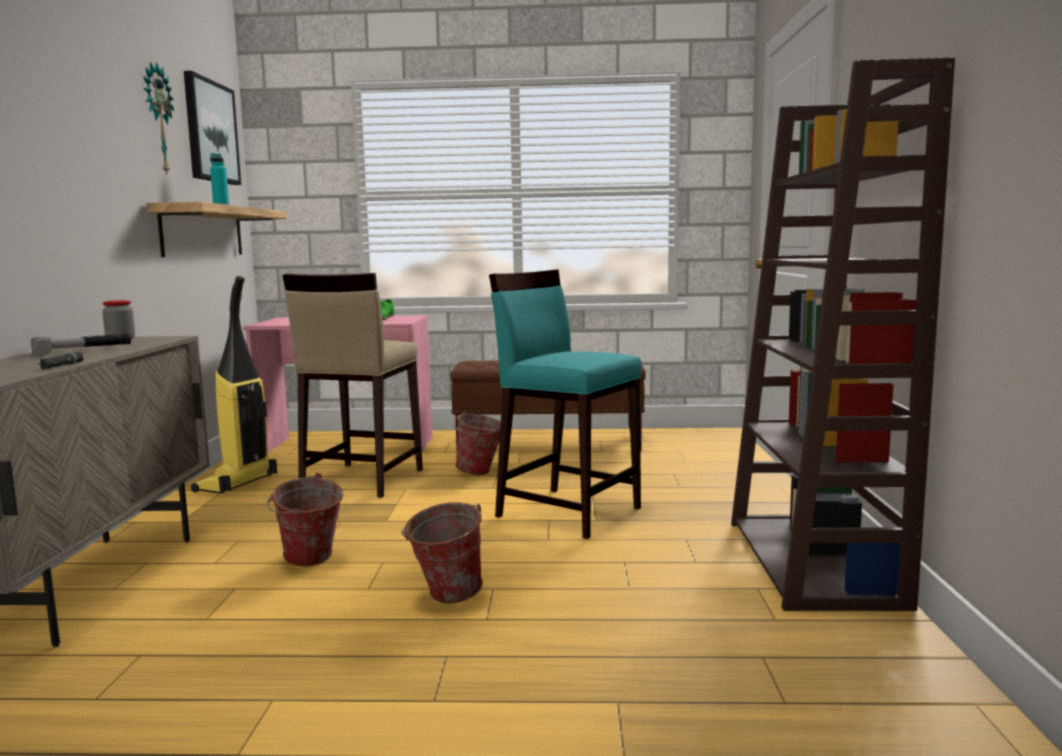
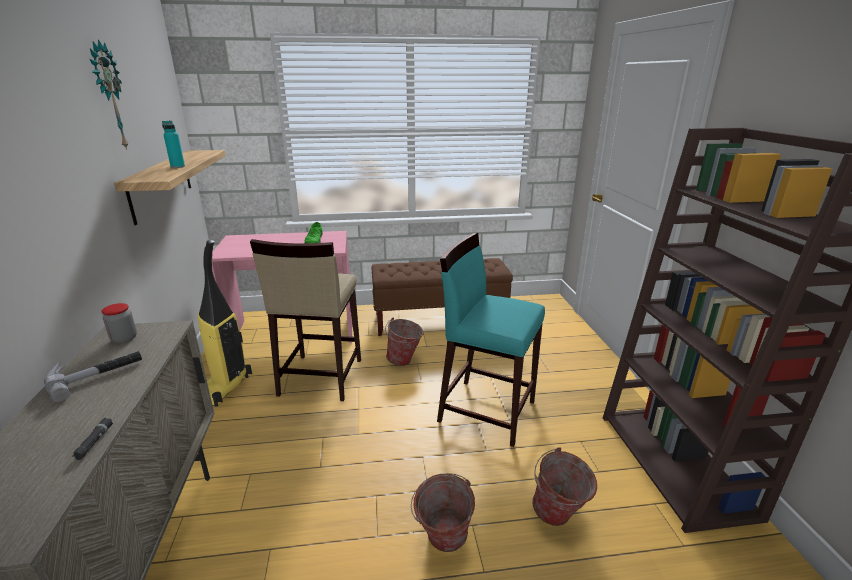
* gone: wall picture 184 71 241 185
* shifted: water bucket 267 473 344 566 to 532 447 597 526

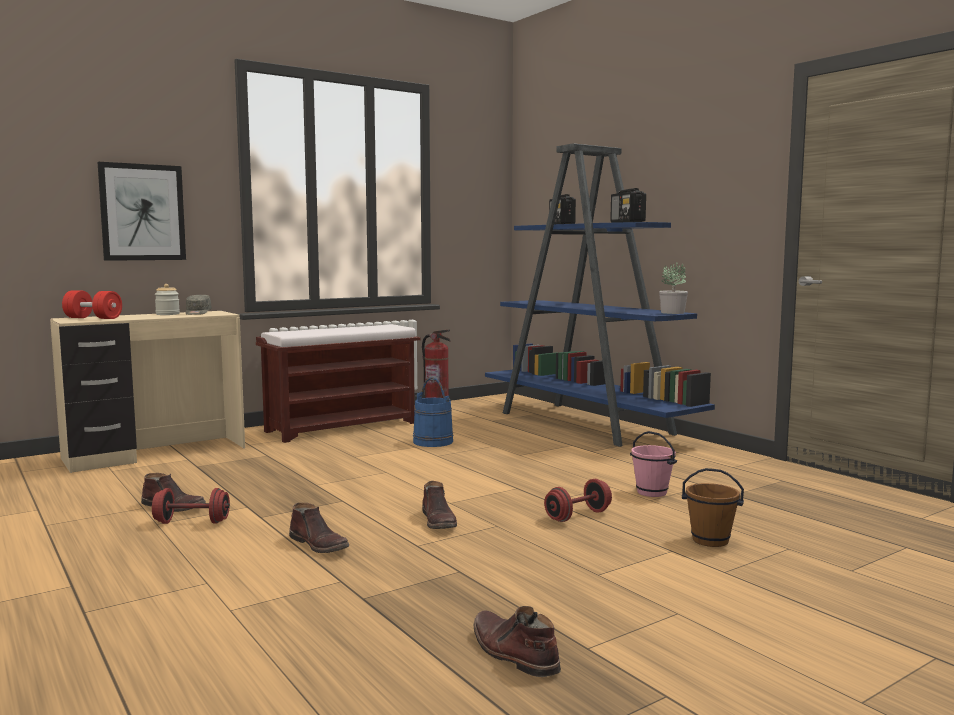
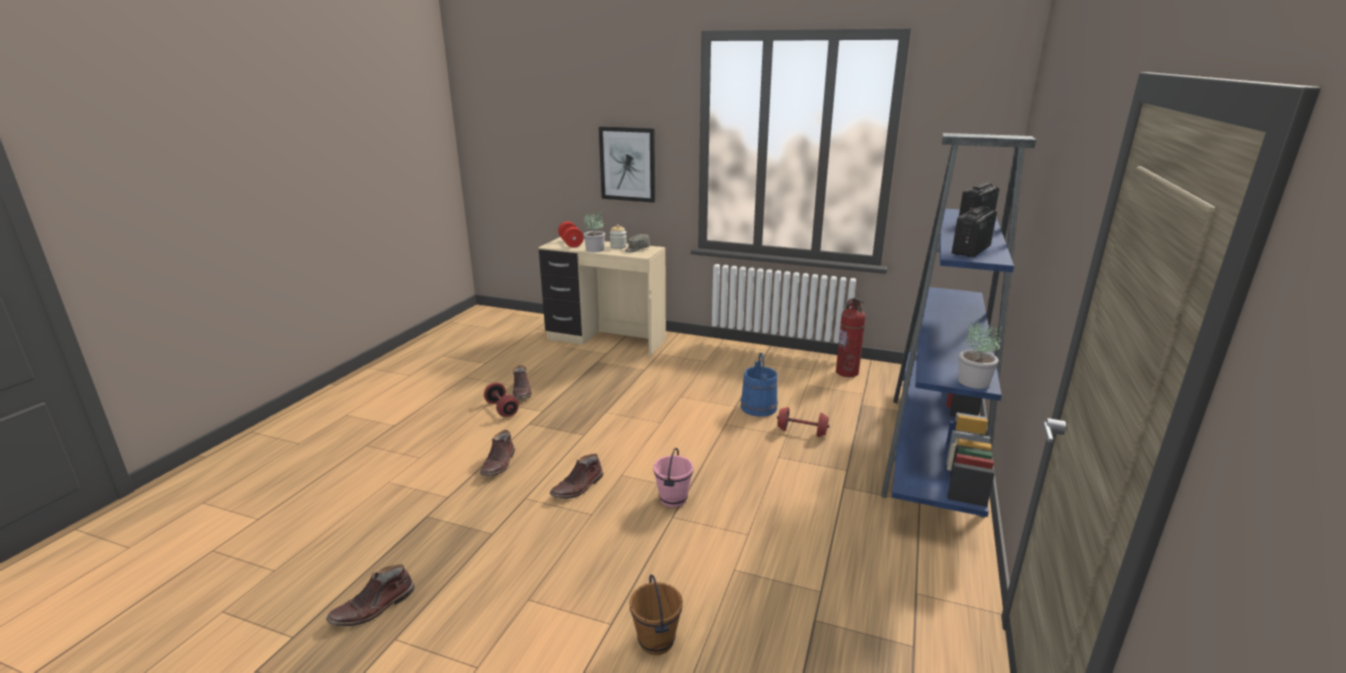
* gone: indoor bench in brown 256 324 421 443
* new: plant in a pot 583 210 605 252
* shifted: hand weight in reddish 544 479 612 522 to 777 407 829 437
* shifted: water bucket in pink 630 431 677 497 to 653 448 693 508
* rotated: high-top boot in brown 474 606 561 677 = 326 564 415 626 150 degrees counterclockwise

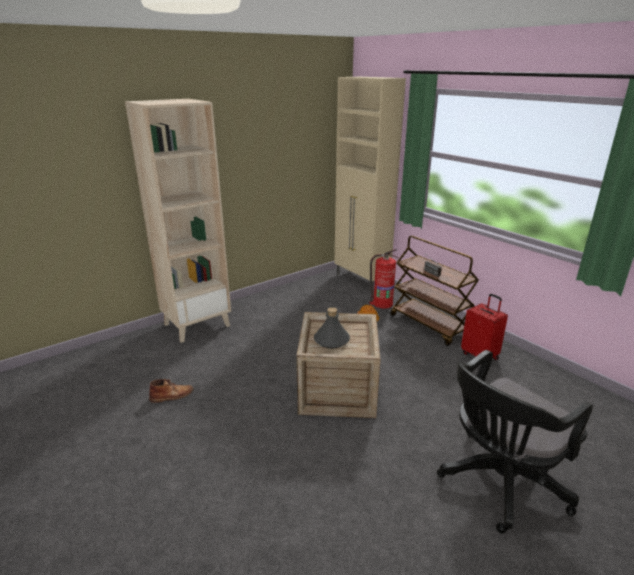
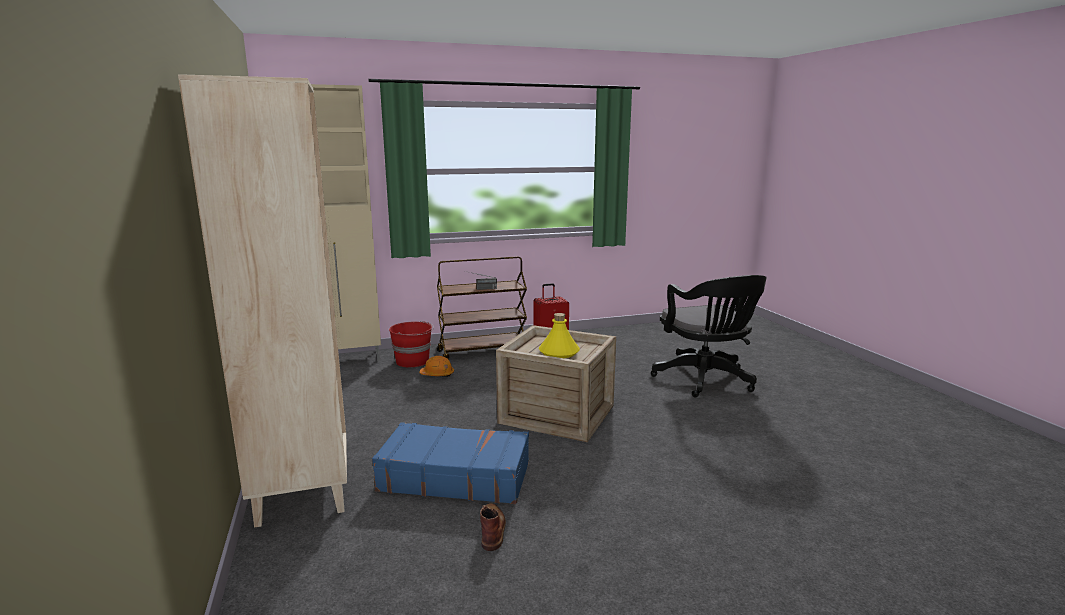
* new: travel case in bluish 372 422 529 504
* swapped: fire-fighting cylinder 369 249 398 308 to water bucket in reddish 389 321 434 367
* repainted: beverage bottle in greyish 314 307 350 348 to beverage bottle in yellowish 539 313 580 358

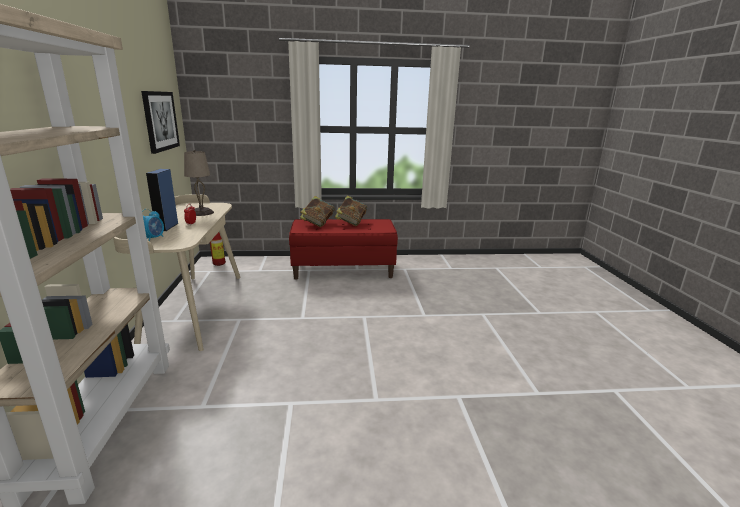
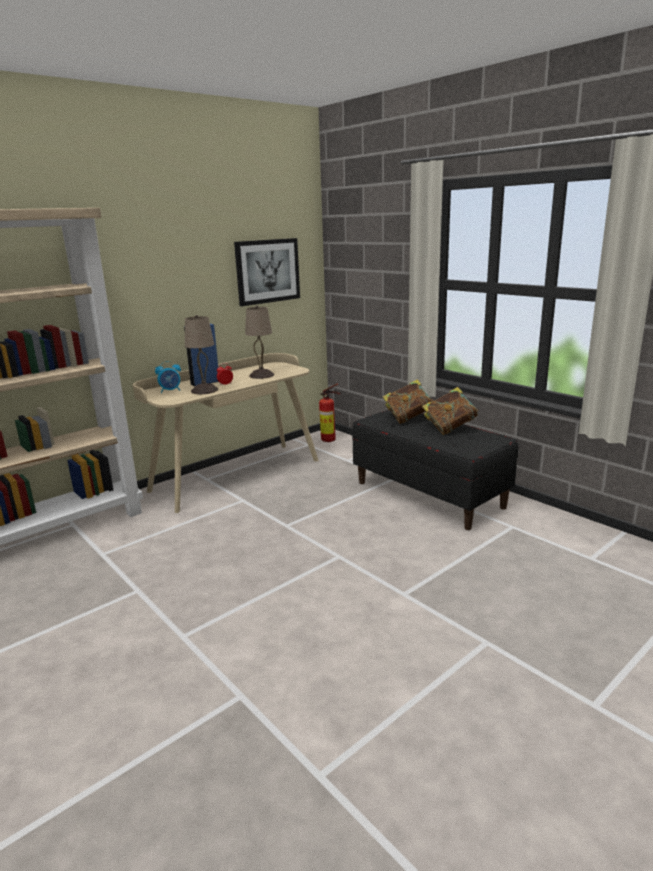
* new: table lamp in beige 185 315 218 394
* repainted: indoor bench in reddish 289 219 398 279 to indoor bench in blackish 352 410 518 530

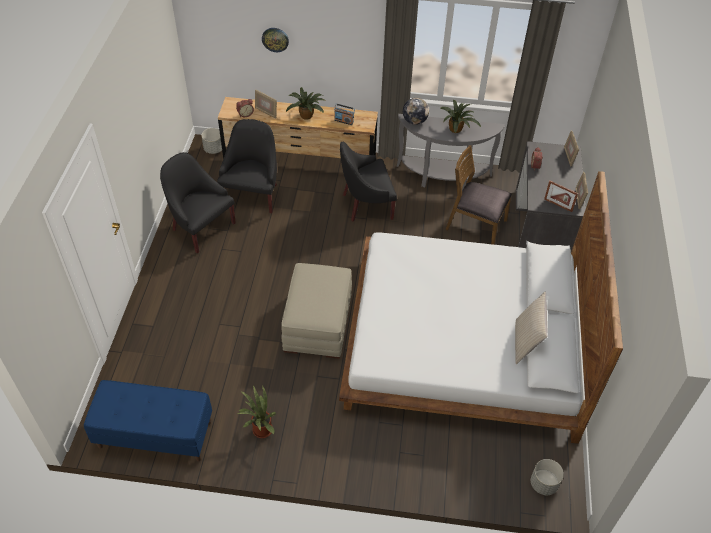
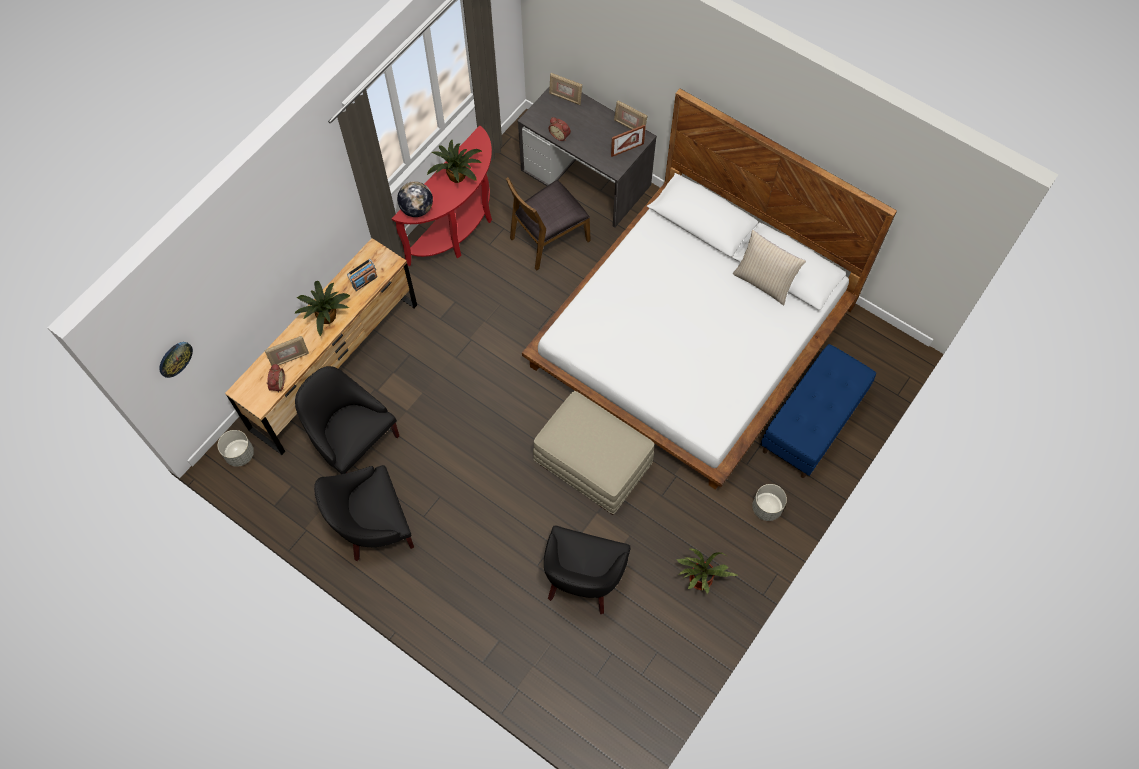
* shifted: indoor bench in bluish 84 380 212 461 to 760 344 876 478
* shifted: hanging clock 262 28 289 52 to 159 342 193 378
* shifted: armchair in blackish 340 142 397 221 to 544 526 631 614
* shifted: planter in greyish 531 459 564 495 to 752 484 787 521
* repainted: narrow table in greyish 397 114 505 190 to narrow table in reddish 392 126 492 266

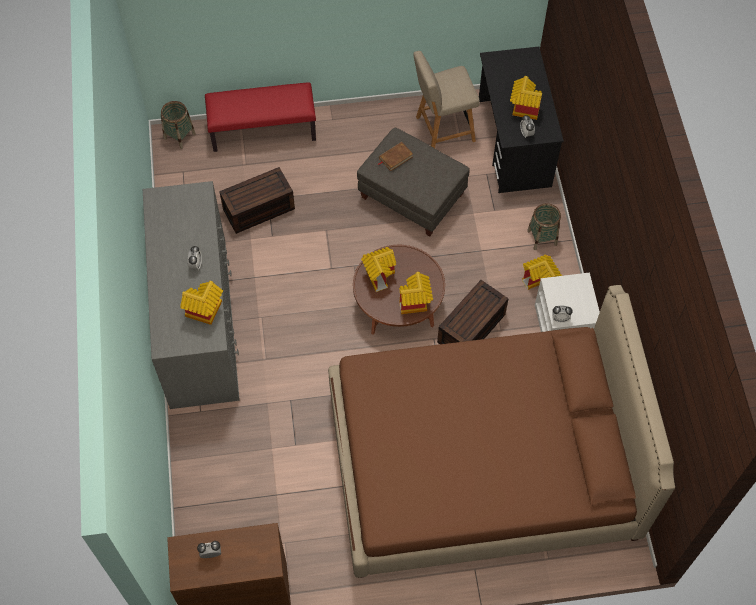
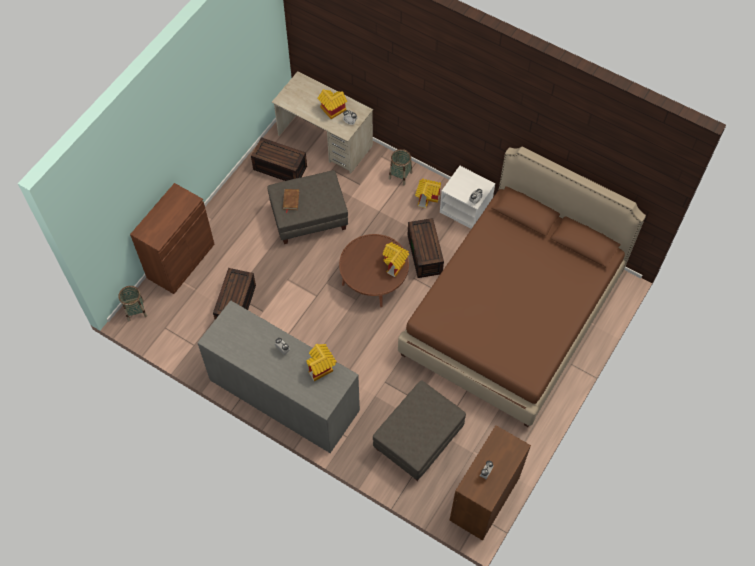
* gone: model house 361 247 396 292
* new: footrest in greyish 373 380 466 481
* swapped: indoor bench in reddish 205 83 316 152 to cabinet in brown 130 183 215 294
* swapped: plain chair in beige 413 51 480 148 to storage box in brown 251 137 307 181
* repainted: desk unit in blackish 479 47 564 193 to desk unit in beige 272 71 373 174

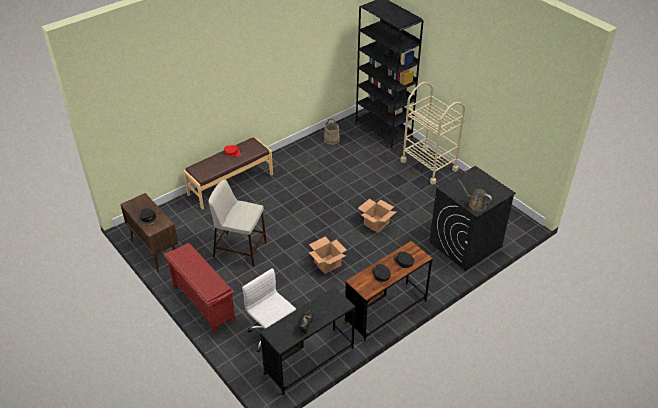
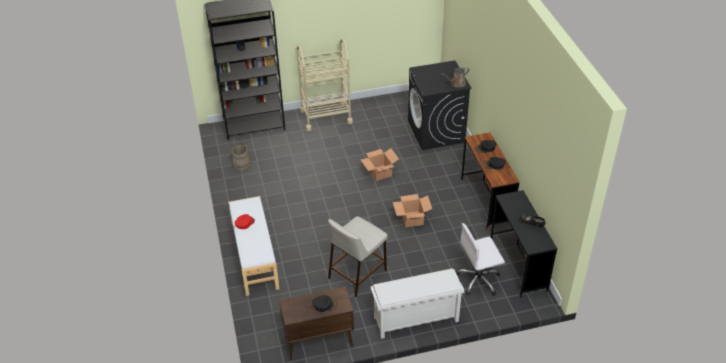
* repainted: shoe rack in reddish 164 243 236 334 to shoe rack in whitish 370 268 464 339
* repainted: indoor bench in brown 183 137 273 210 to indoor bench in whitish 228 196 279 296

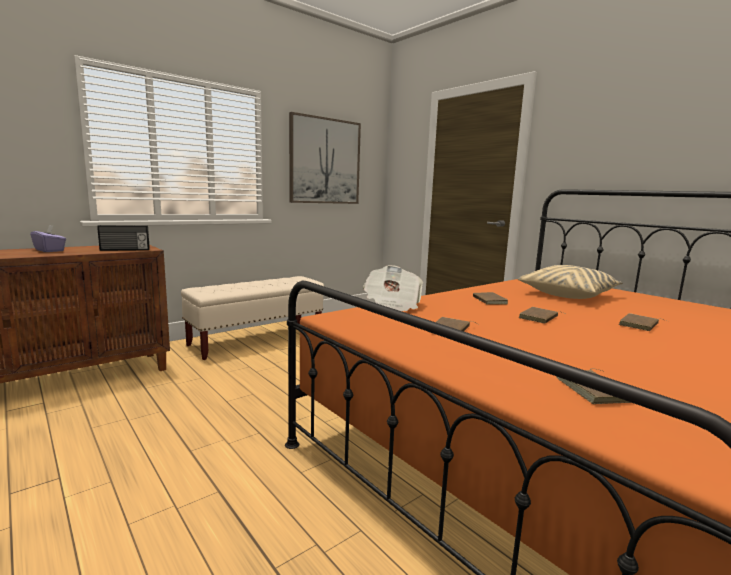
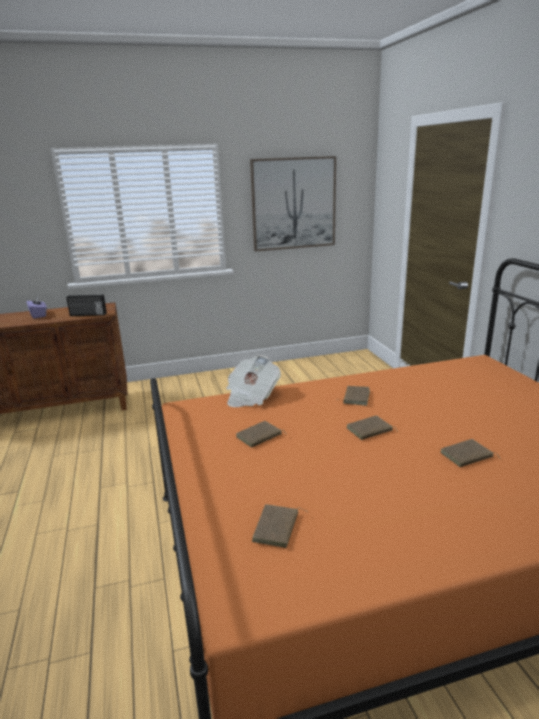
* gone: indoor bench in beige 181 276 324 360
* gone: throw pillow in beige 518 265 623 299

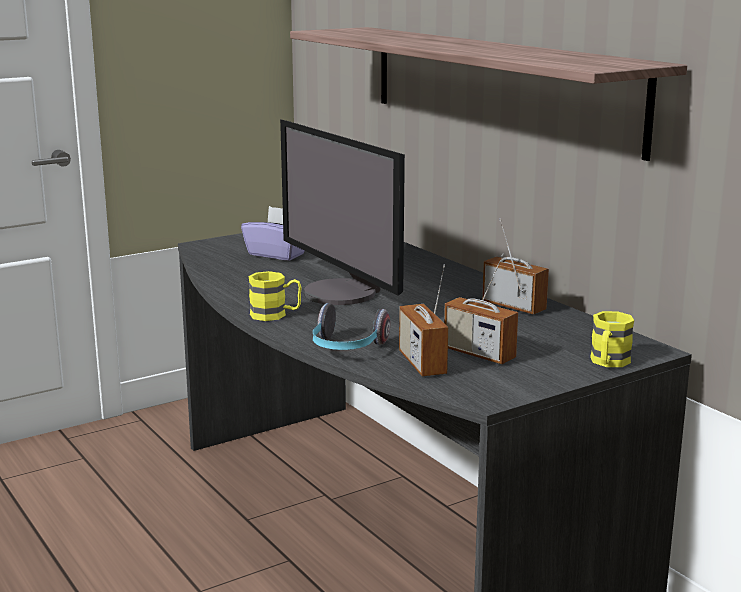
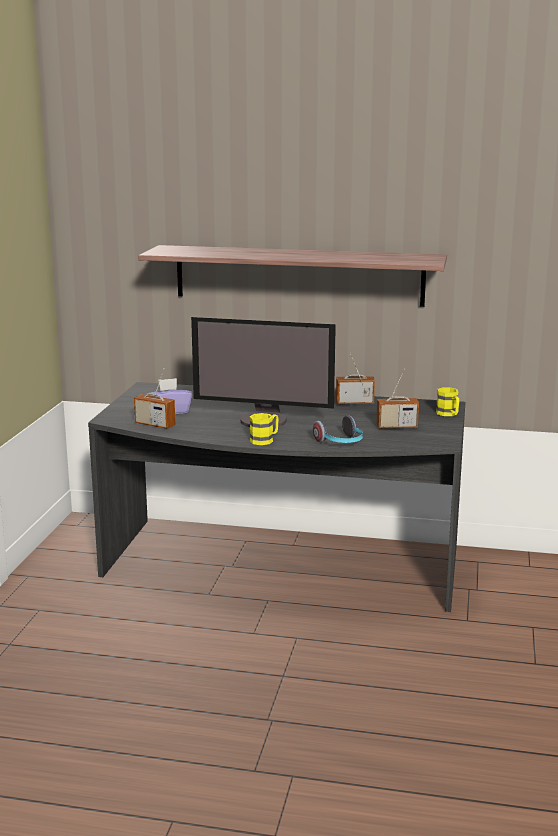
* shifted: radio set 399 264 448 376 to 134 369 175 429

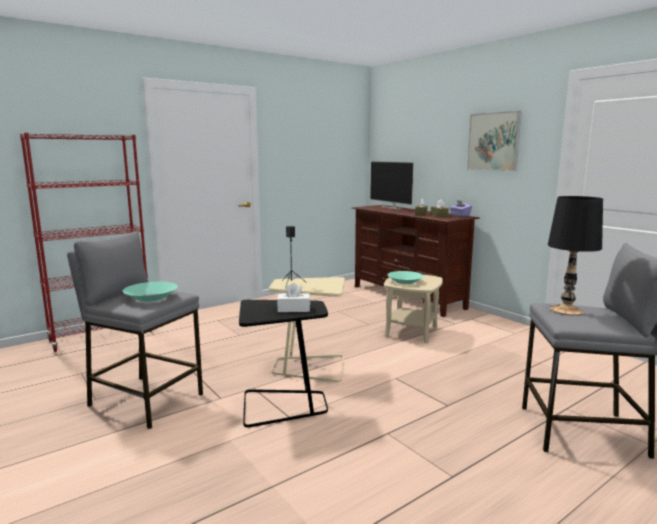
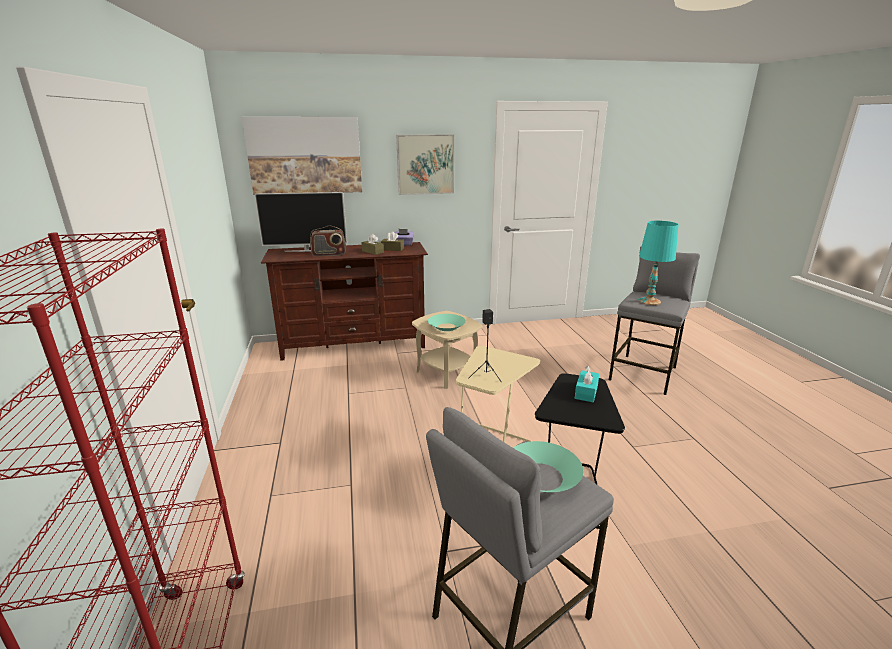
* new: wall picture 242 117 362 195
* new: radio set 310 225 346 257
* repainted: tissue holder in whitish 277 283 310 312 to tissue holder in blue-green 575 366 599 402
* repainted: table lamp in blackish 548 196 603 316 to table lamp in blue-green 638 221 679 305

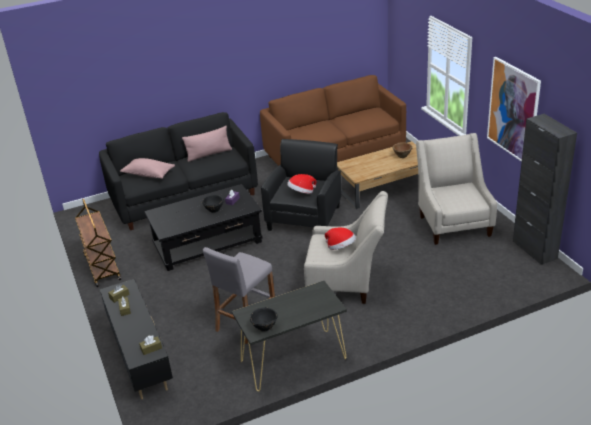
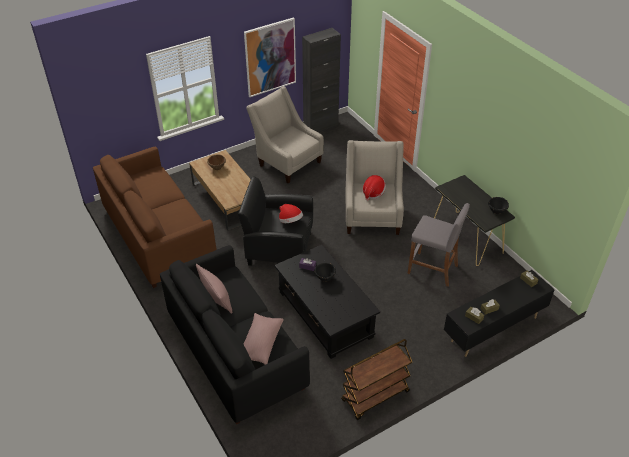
* rotated: armchair in beige 416 133 497 245 = 246 86 324 183 60 degrees clockwise

